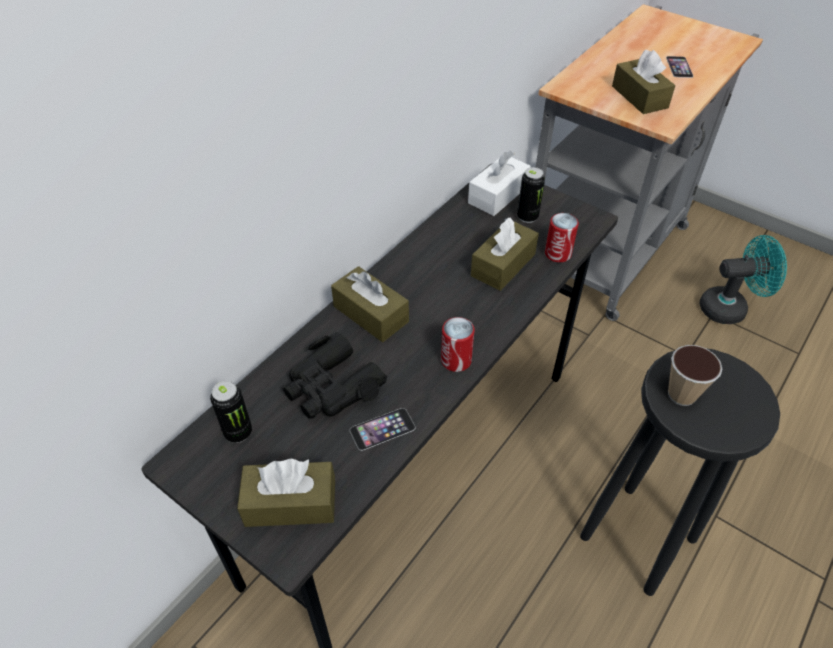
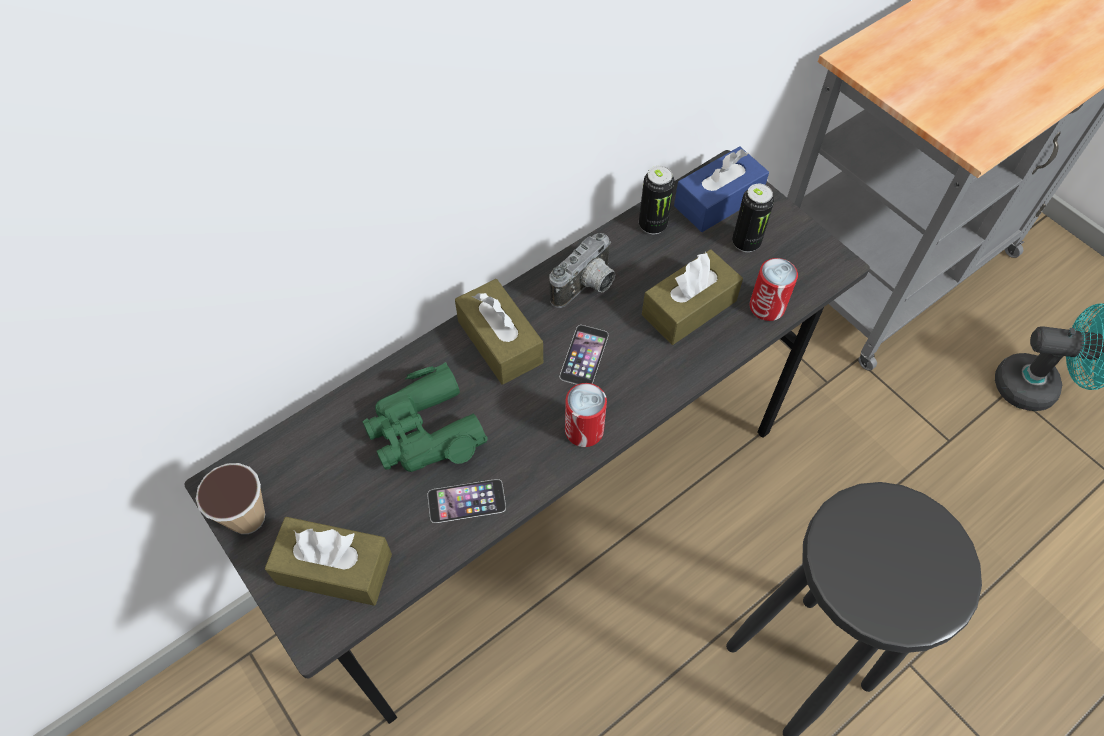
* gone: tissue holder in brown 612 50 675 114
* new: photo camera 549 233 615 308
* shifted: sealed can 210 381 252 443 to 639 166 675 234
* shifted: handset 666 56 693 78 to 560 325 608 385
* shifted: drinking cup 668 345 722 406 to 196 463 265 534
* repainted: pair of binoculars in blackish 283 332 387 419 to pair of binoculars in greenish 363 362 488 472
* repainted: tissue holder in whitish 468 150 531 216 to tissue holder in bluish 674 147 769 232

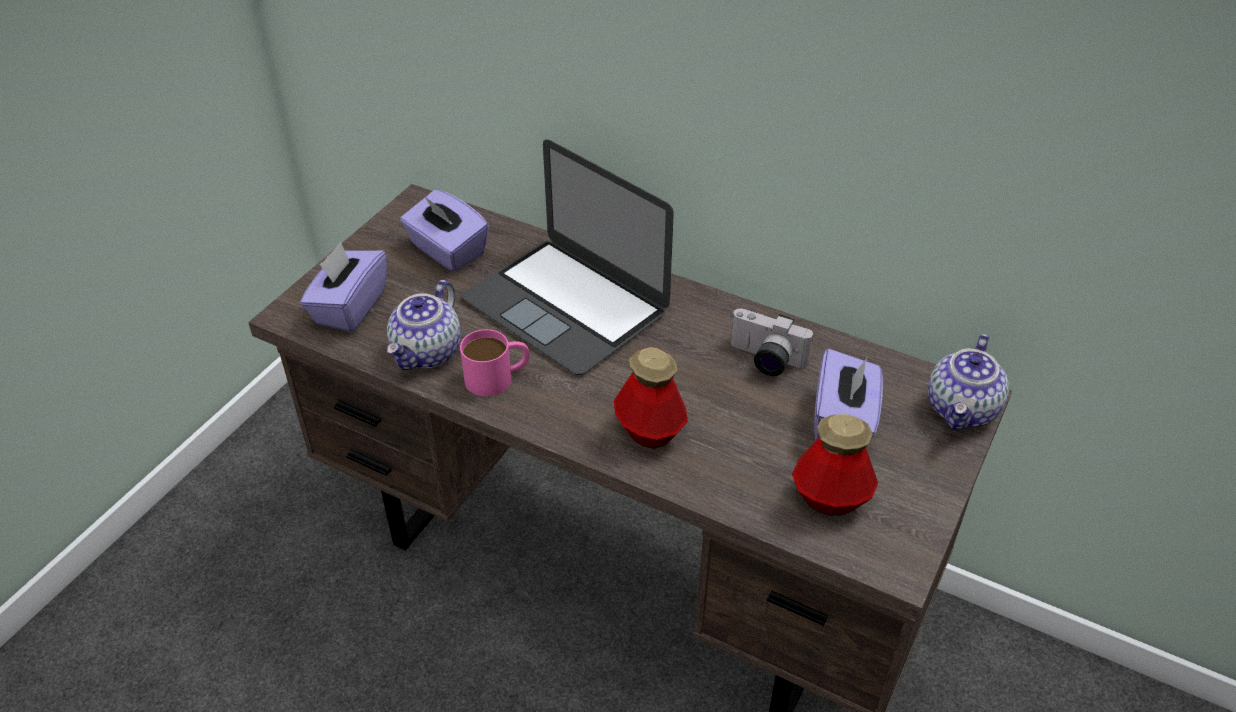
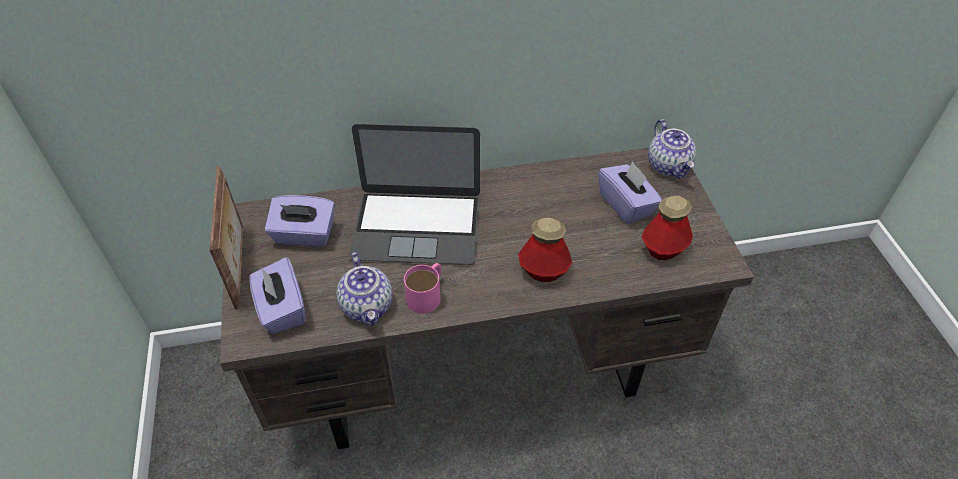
* gone: photo camera 731 308 813 376
* new: photo frame 210 166 243 309

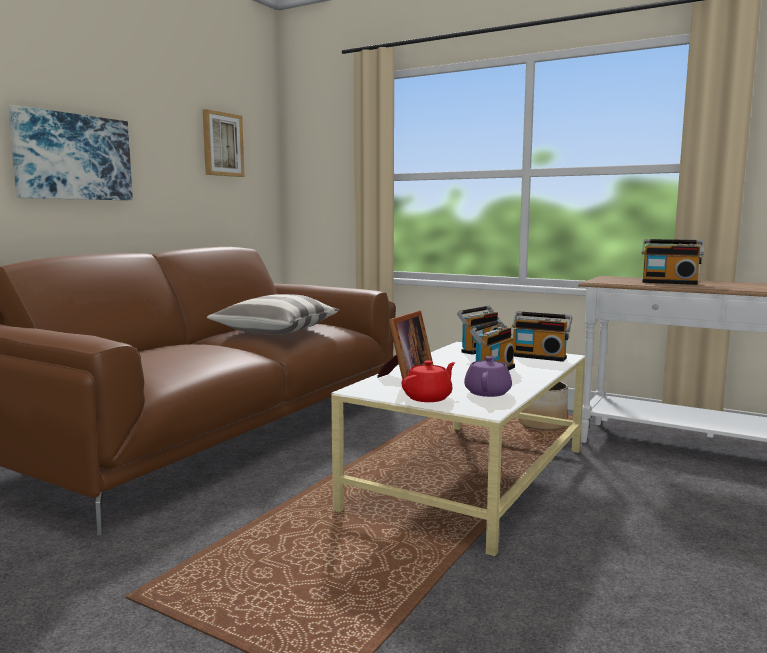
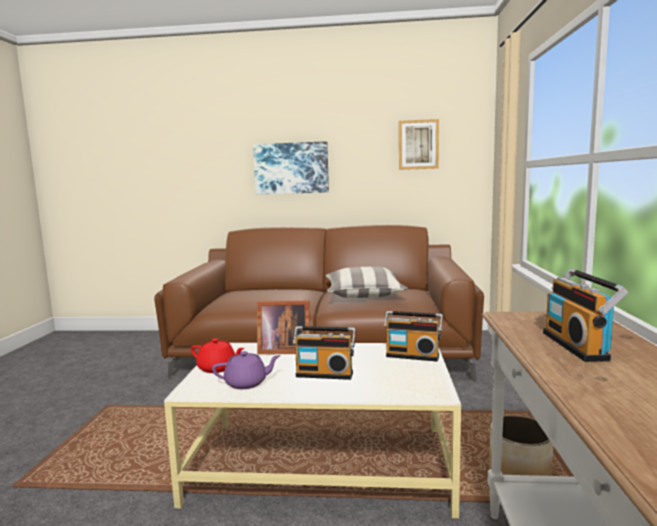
* gone: radio set 512 311 572 362

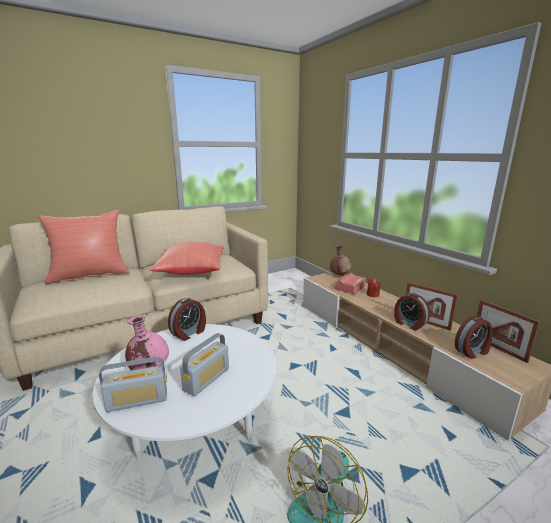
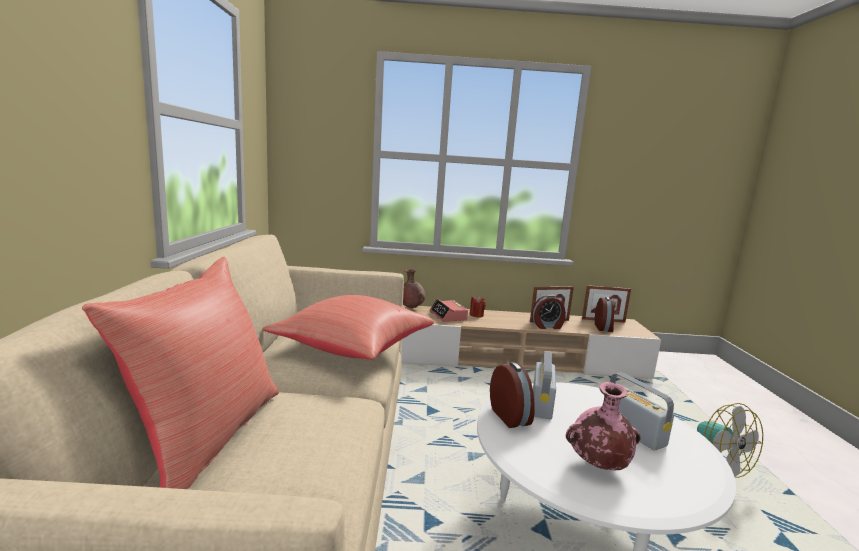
* shifted: radio set 99 357 167 412 to 533 351 556 419

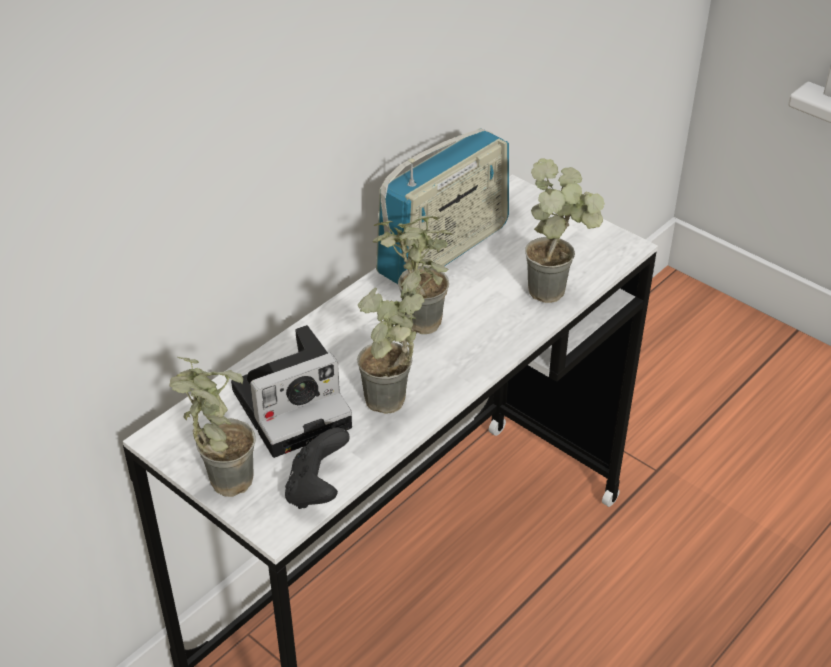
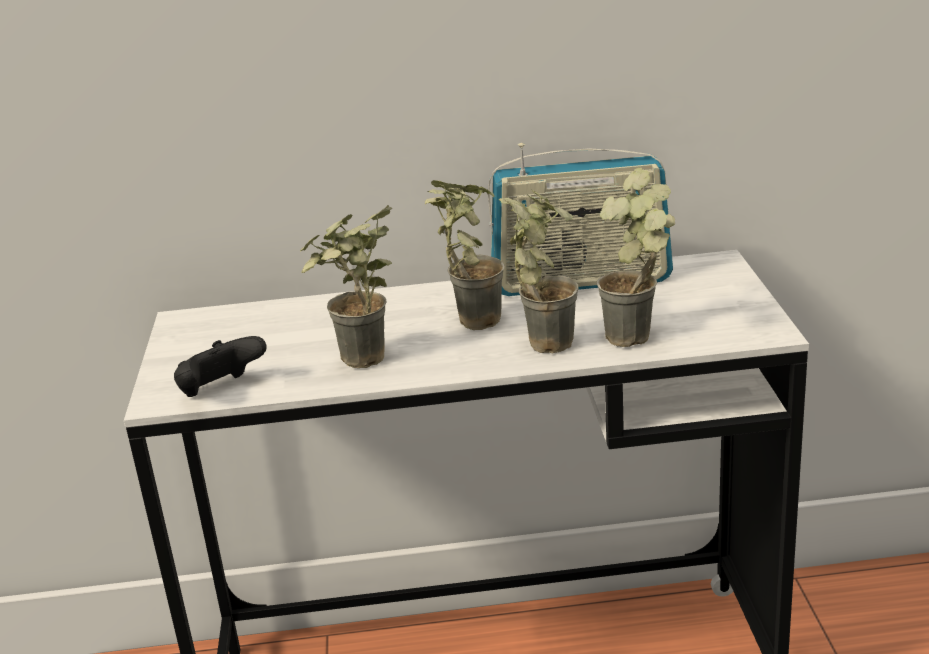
* gone: photo camera 231 325 352 458
* shifted: plant in a pot 169 357 256 497 to 499 190 579 353

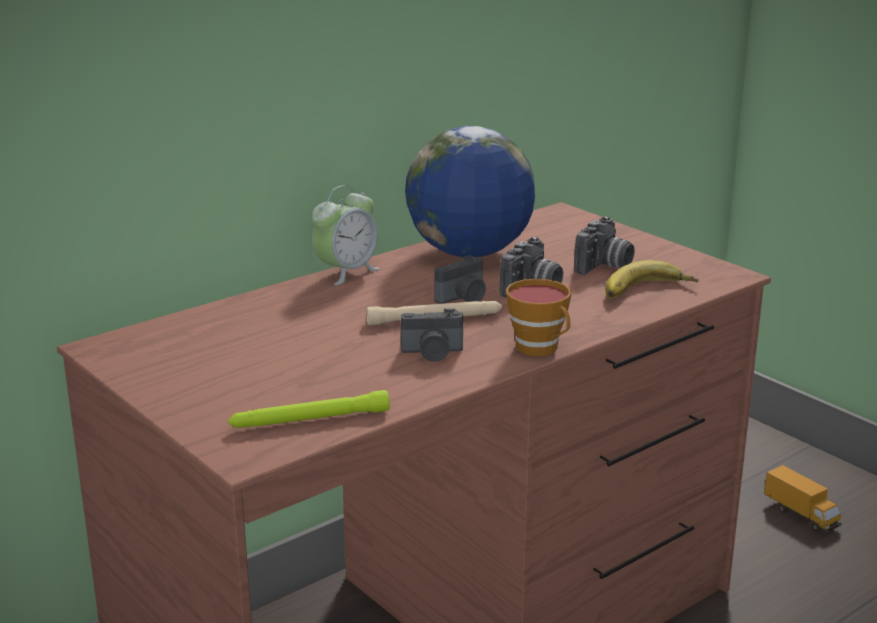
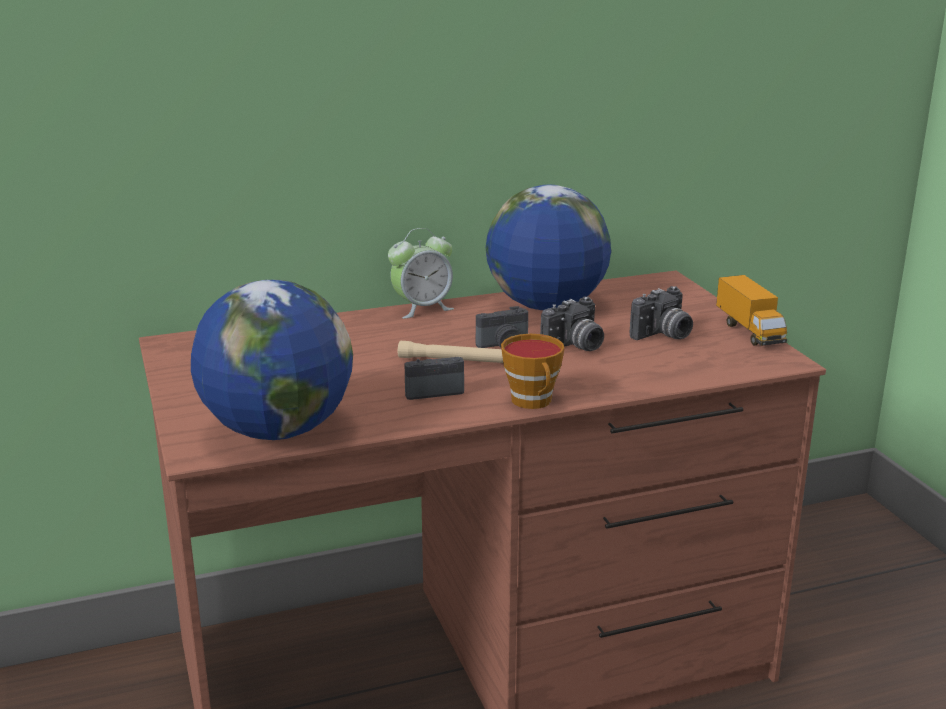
* gone: banana 605 260 698 299
* shifted: toy truck 764 465 841 533 to 716 275 787 346
* swapped: flashlight in greenish 228 390 390 428 to globe 191 280 353 440
* rotated: photo camera 401 309 463 362 = 404 357 464 400 150 degrees clockwise

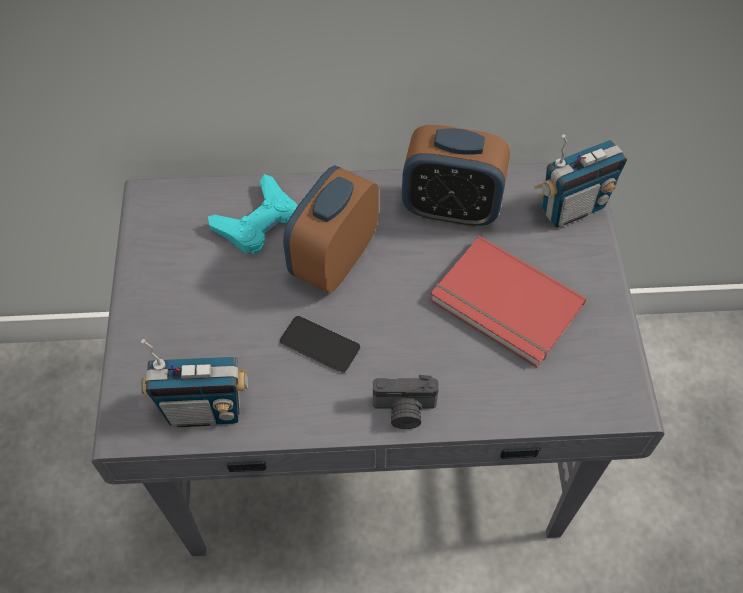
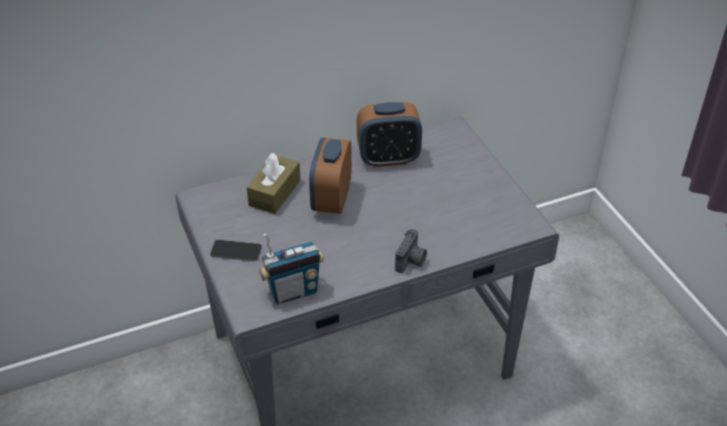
* gone: bound book in reddish 430 236 586 368
* gone: radio set 534 134 627 228
* shifted: handset 280 316 361 374 to 210 240 262 262
* swapped: gamepad in blue-green 208 174 298 254 to tissue holder in brown 247 153 301 214
* rotated: photo camera 373 375 439 429 = 395 229 427 273 45 degrees counterclockwise

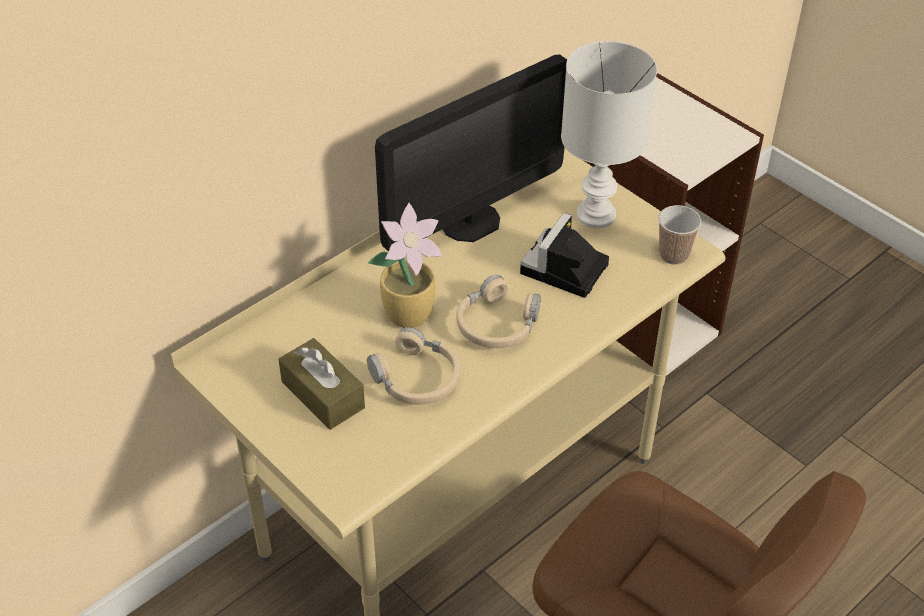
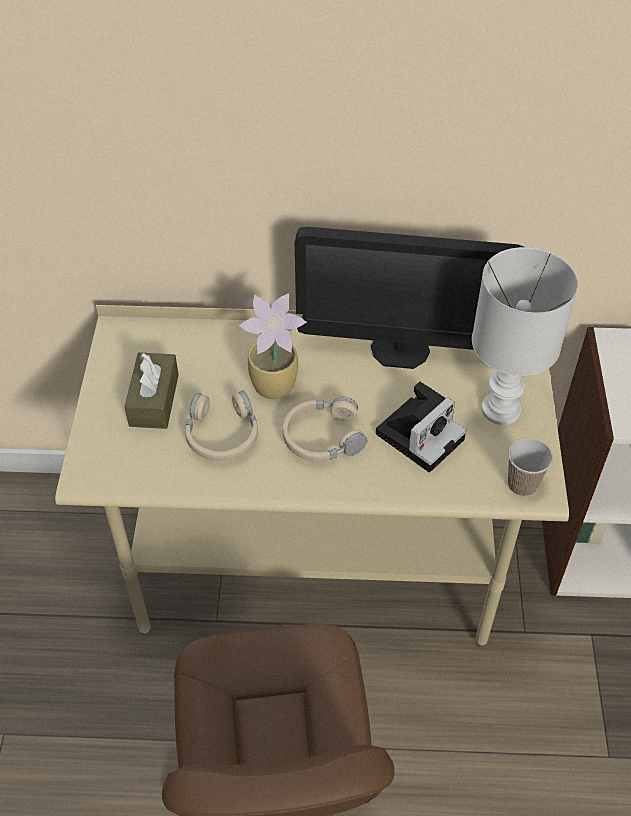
* rotated: photo camera 520 213 609 298 = 376 382 466 472 150 degrees clockwise

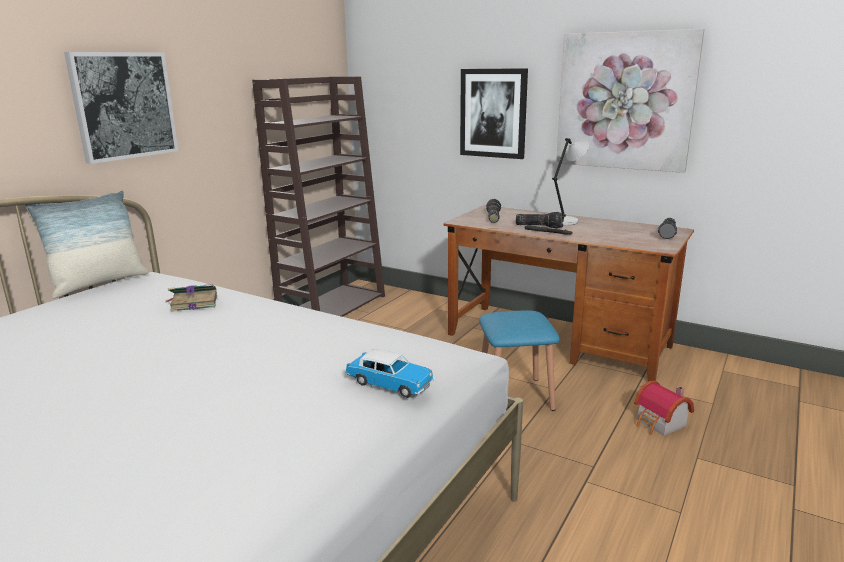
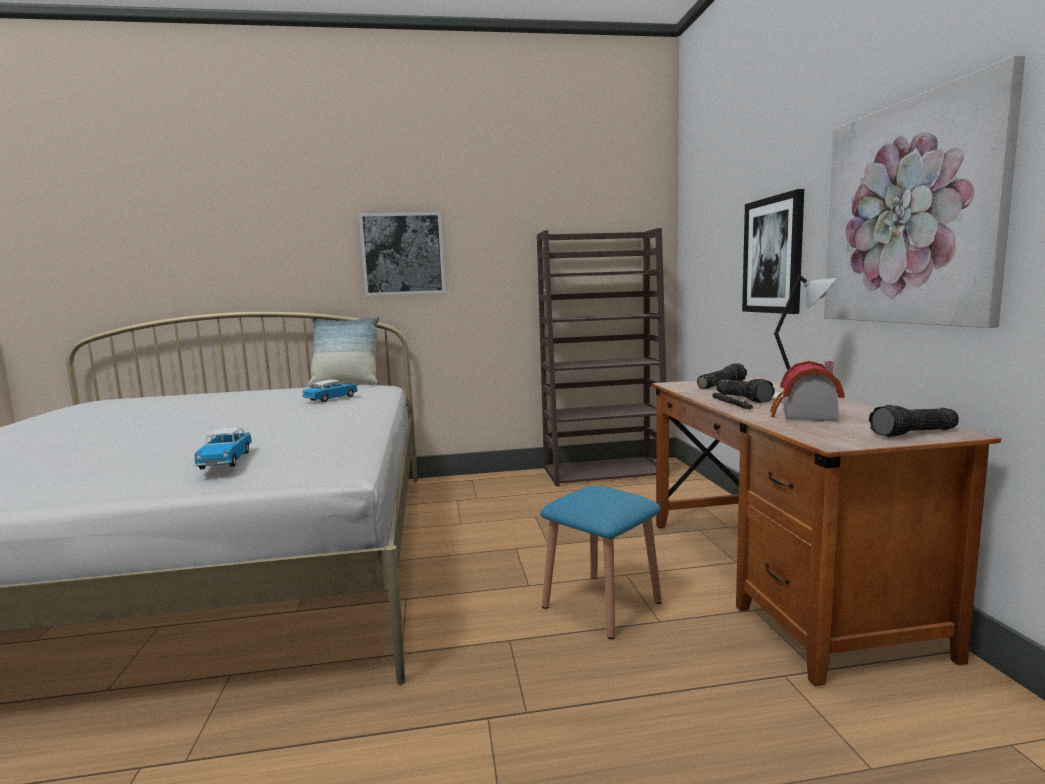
* shifted: model house 634 381 694 436 to 770 361 845 421
* swapped: bound book 166 284 217 312 to toy car 302 379 358 402

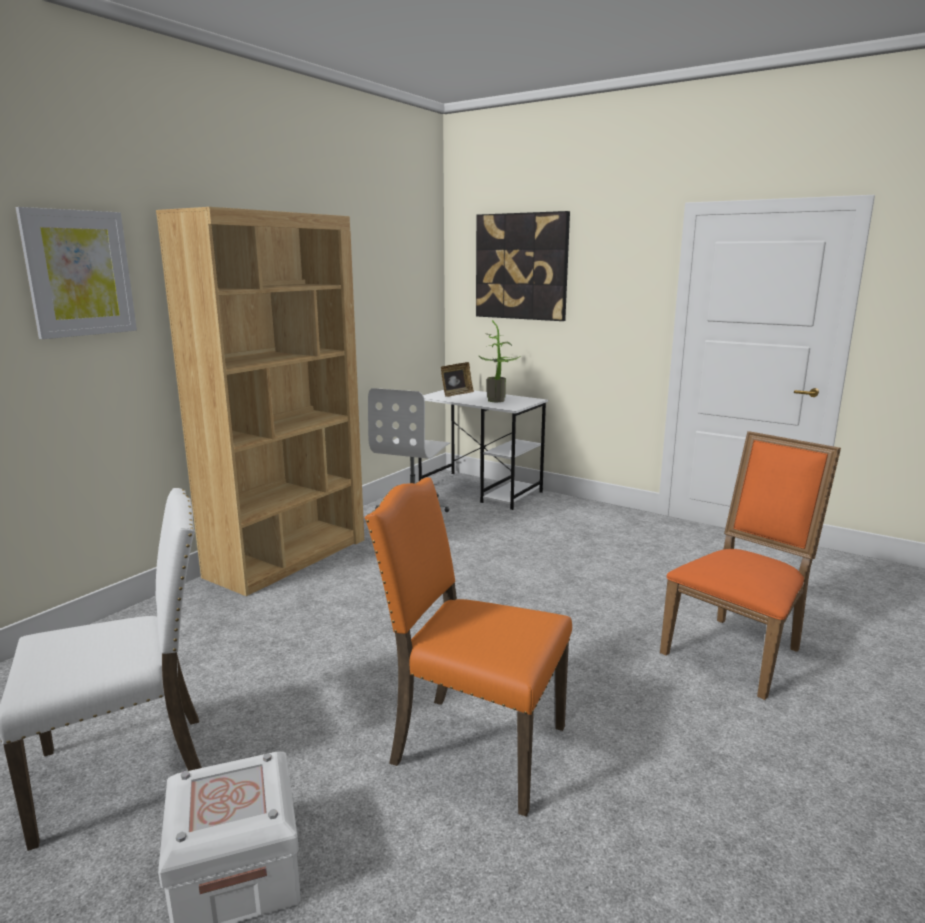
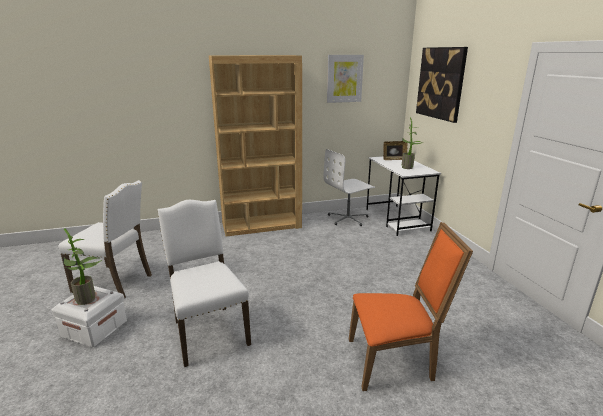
* new: plant in a pot 63 228 102 305
* shifted: wall picture 16 207 137 339 to 327 55 364 103
* repainted: plain chair in orangey 364 477 572 817 to plain chair in whitish 157 200 251 367

